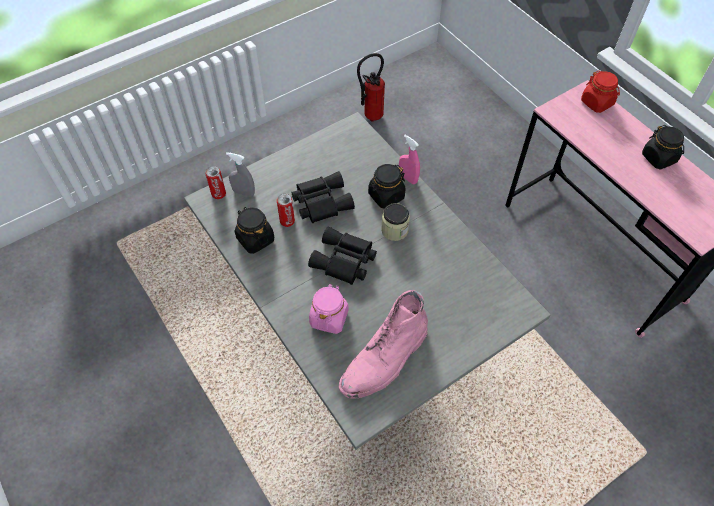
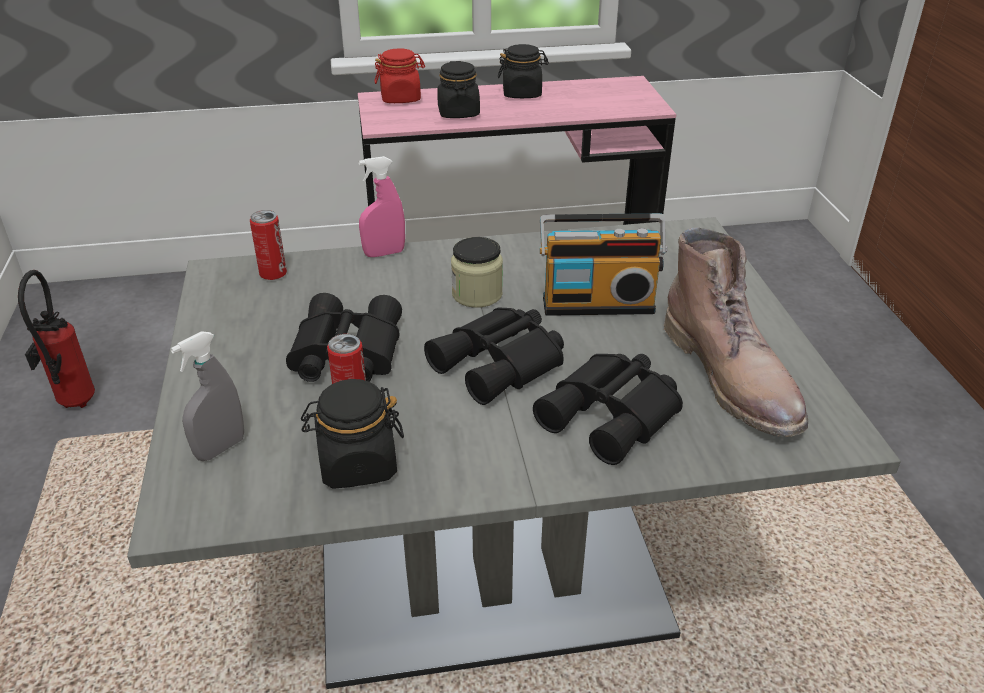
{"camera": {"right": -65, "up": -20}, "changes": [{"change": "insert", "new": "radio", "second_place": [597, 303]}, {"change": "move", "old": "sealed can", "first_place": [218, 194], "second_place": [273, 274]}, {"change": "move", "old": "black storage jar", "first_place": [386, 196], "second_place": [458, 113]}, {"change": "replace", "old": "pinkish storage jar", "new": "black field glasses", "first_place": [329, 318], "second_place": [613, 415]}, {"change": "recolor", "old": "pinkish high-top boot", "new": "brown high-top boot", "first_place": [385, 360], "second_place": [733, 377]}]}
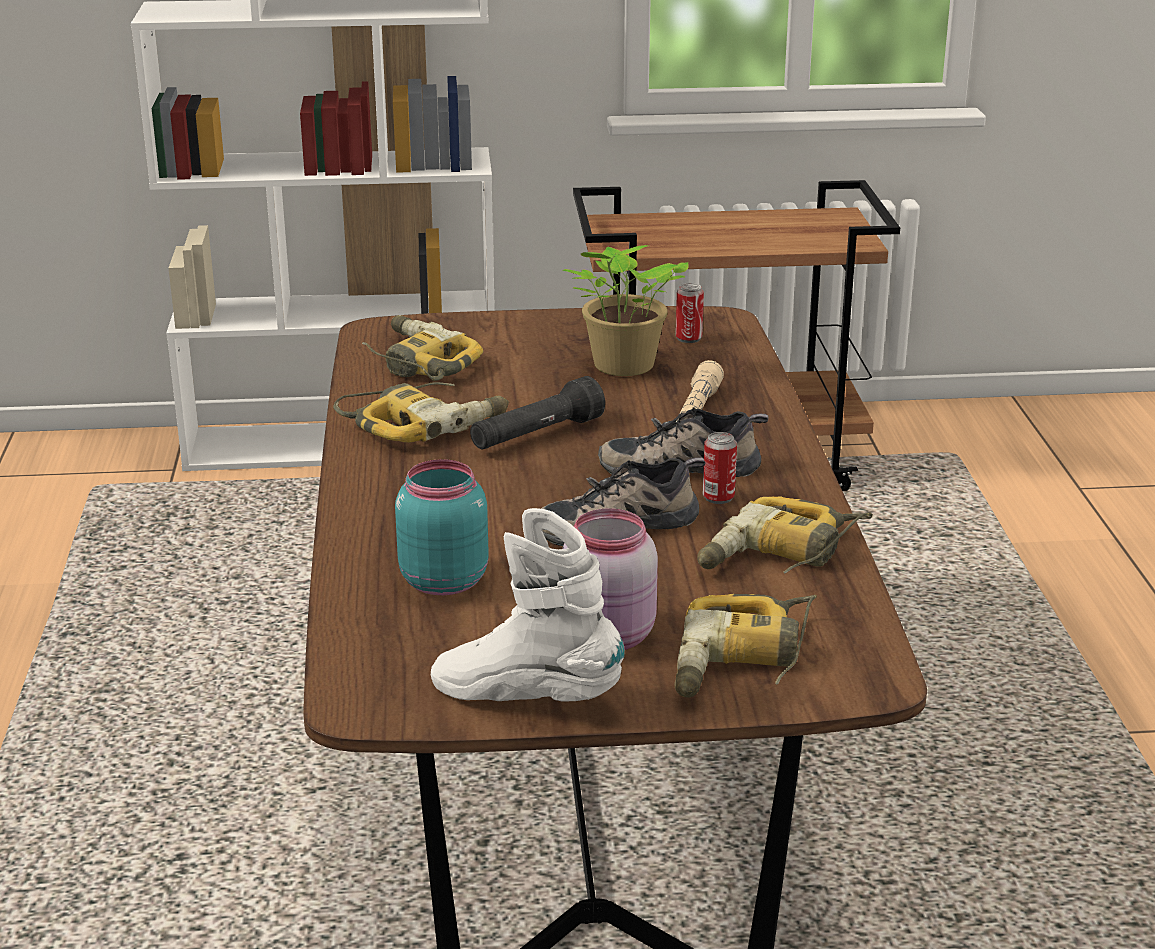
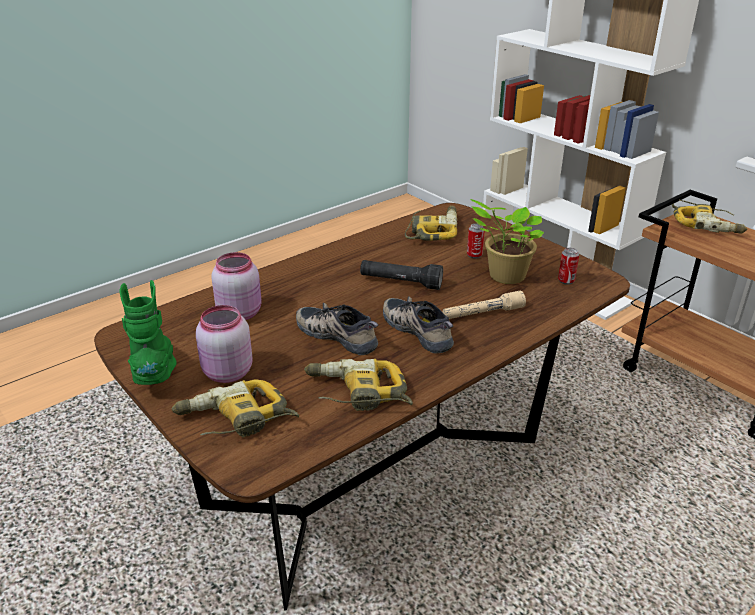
{"camera": {"right": 55, "up": 5}, "changes": [{"change": "move", "old": "electric drill", "first_place": [424, 424], "second_place": [706, 224]}, {"change": "move", "old": "sealed can", "first_place": [718, 497], "second_place": [474, 255]}, {"change": "recolor", "old": "turquoise storage jar", "new": "pinkish storage jar", "first_place": [442, 580], "second_place": [240, 313]}, {"change": "recolor", "old": "white-coloured high-top boot", "new": "greenish high-top boot", "first_place": [527, 697], "second_place": [156, 372]}]}
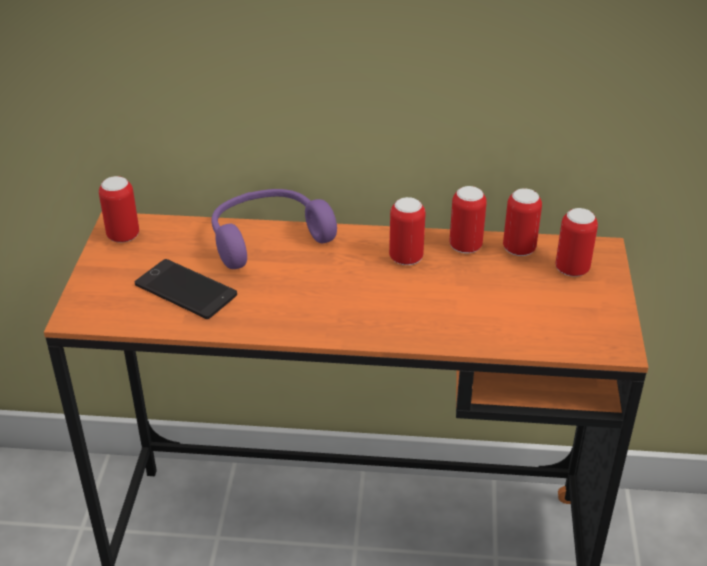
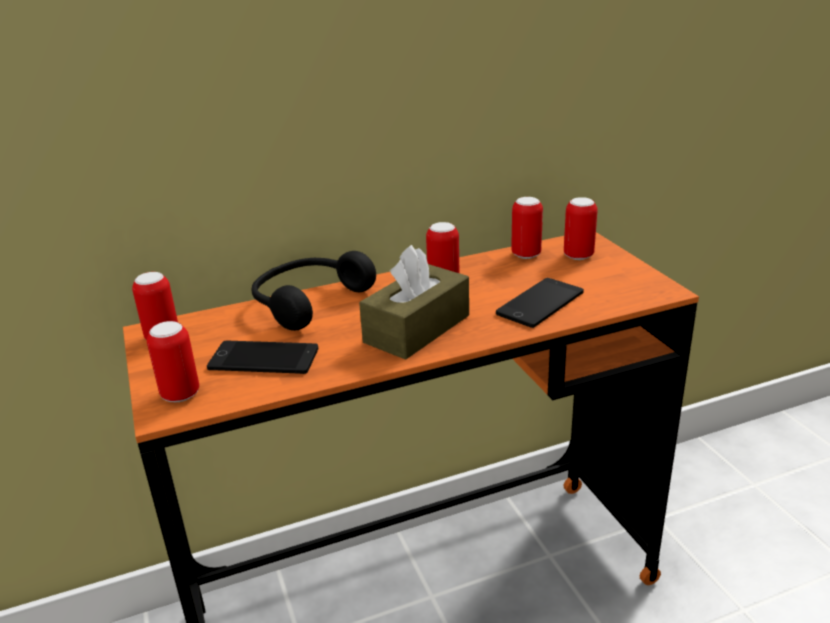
{"camera": {"right": -25, "up": -10}, "changes": [{"change": "insert", "new": "brown box of tissues", "second_place": [417, 329]}, {"change": "insert", "new": "phone", "second_place": [540, 303]}, {"change": "move", "old": "sealed can", "first_place": [465, 246], "second_place": [180, 394]}, {"change": "recolor", "old": "purple-coloured pair of headphones", "new": "black pair of headphones", "first_place": [267, 237], "second_place": [308, 302]}]}
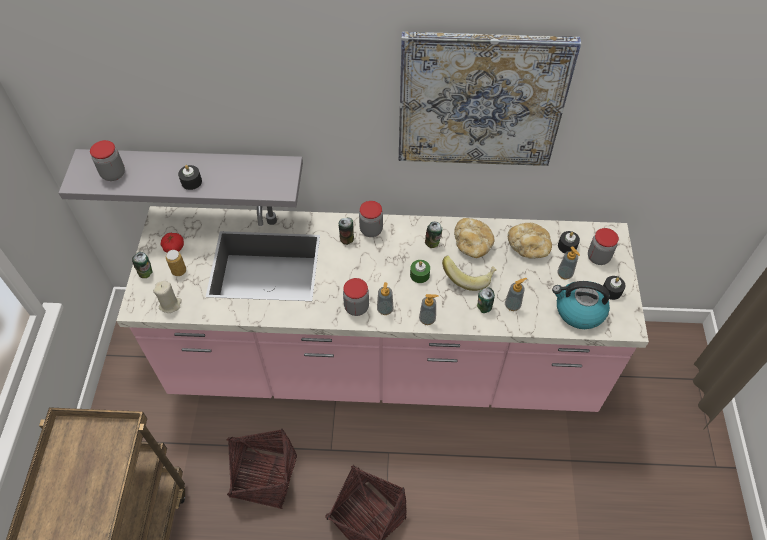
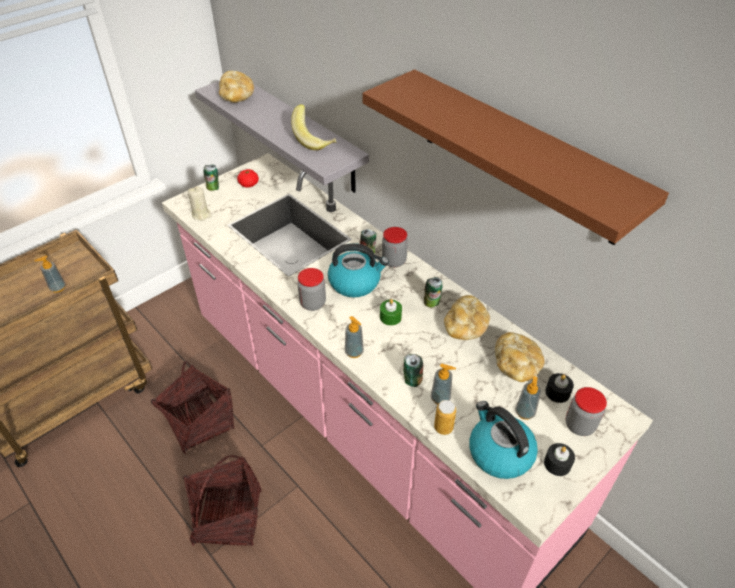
{"camera": {"right": 45, "up": -10}, "changes": [{"change": "delete", "old": "black candle", "first_place": [191, 182]}, {"change": "insert", "new": "water kettle", "second_place": [355, 282]}, {"change": "move", "old": "sealed can", "first_place": [179, 271], "second_place": [443, 427]}, {"change": "move", "old": "soap dispenser", "first_place": [385, 309], "second_place": [58, 288]}, {"change": "move", "old": "whole banana", "first_place": [468, 277], "second_place": [315, 140]}, {"change": "replace", "old": "storage jar", "new": "baked bread", "first_place": [113, 174], "second_place": [237, 97]}, {"change": "replace", "old": "wall art", "new": "brown bracket shelf", "first_place": [481, 101], "second_place": [519, 156]}]}
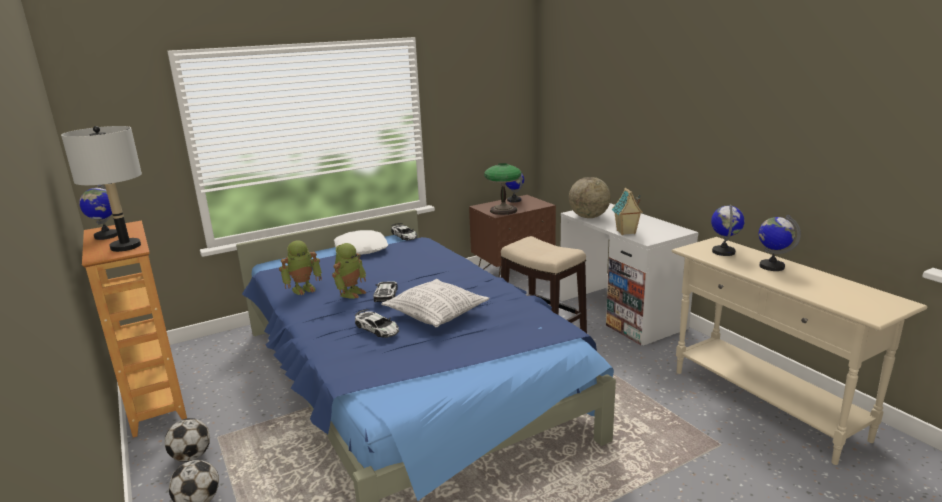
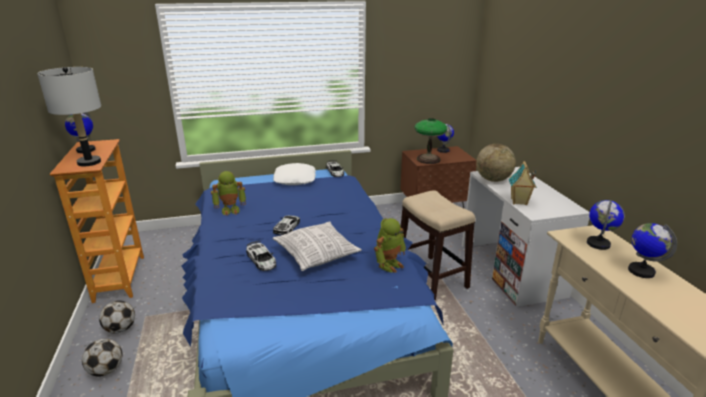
{"camera": {"right": 15, "up": 5}, "changes": [{"change": "move", "old": "robot figure", "first_place": [351, 293], "second_place": [389, 264]}]}
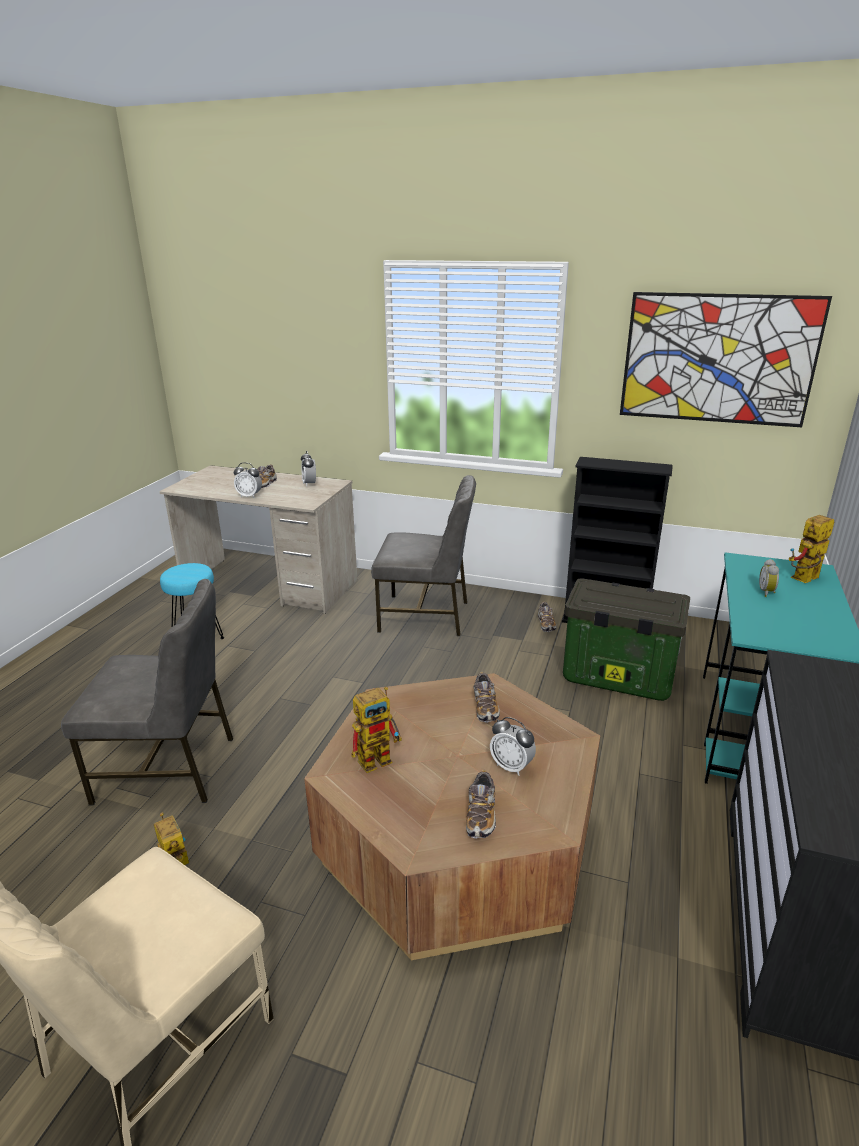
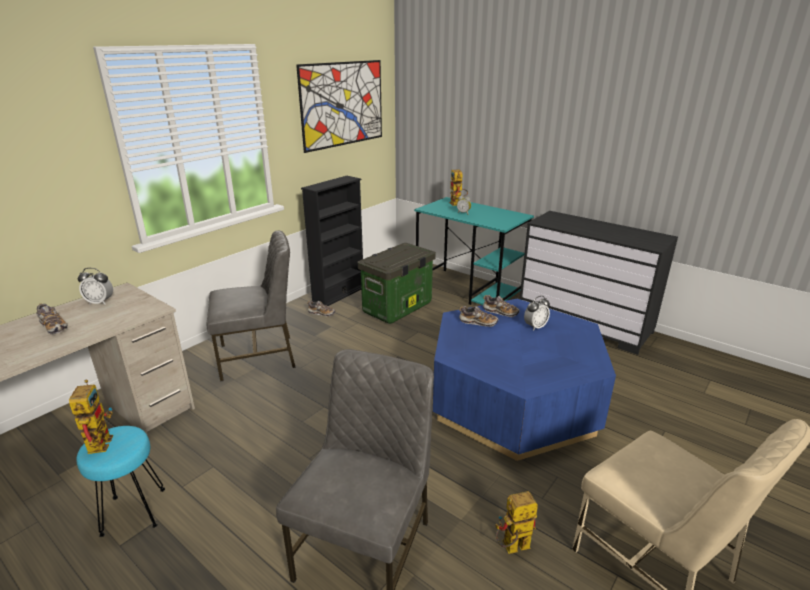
{"camera": {"right": -70, "up": 0}, "changes": [{"change": "delete", "old": "bedside clock", "first_place": [249, 496]}, {"change": "move", "old": "robot figure", "first_place": [380, 757], "second_place": [99, 440]}, {"change": "move", "old": "item of footwear", "first_place": [481, 815], "second_place": [500, 312]}, {"change": "recolor", "old": "brown lounge table", "new": "blue-coloured lounge table", "first_place": [457, 843], "second_place": [513, 400]}, {"change": "rotate", "old": "greyish chair", "first_place": [426, 616], "second_place": [259, 357], "degrees": 45}]}
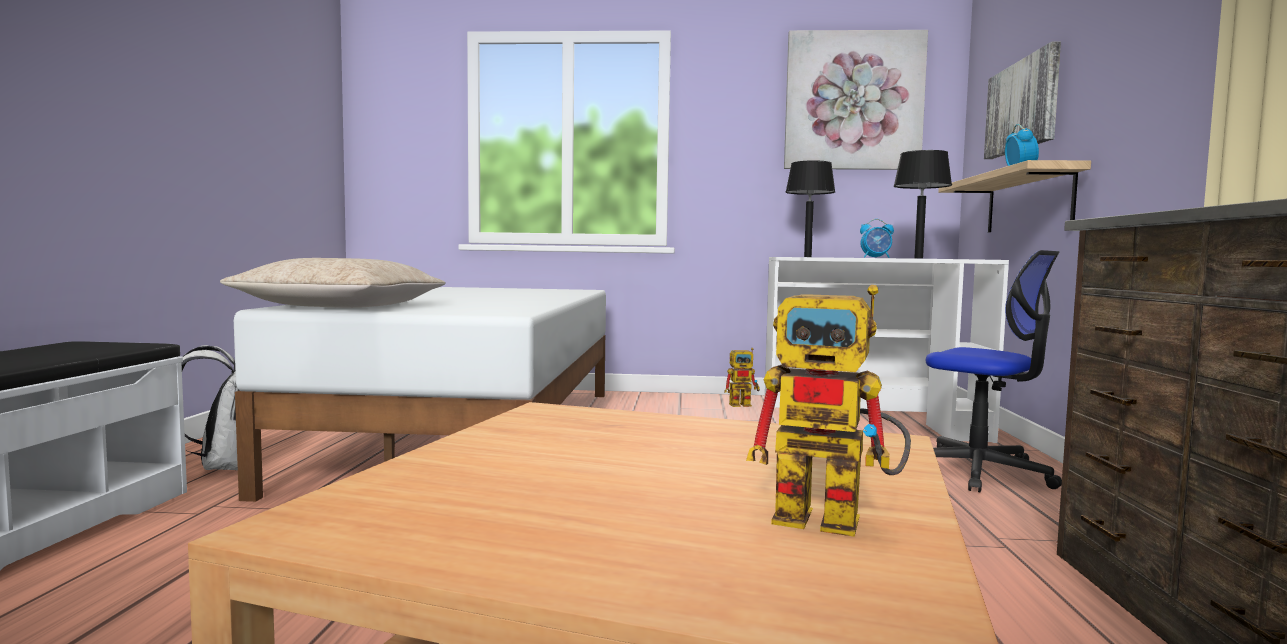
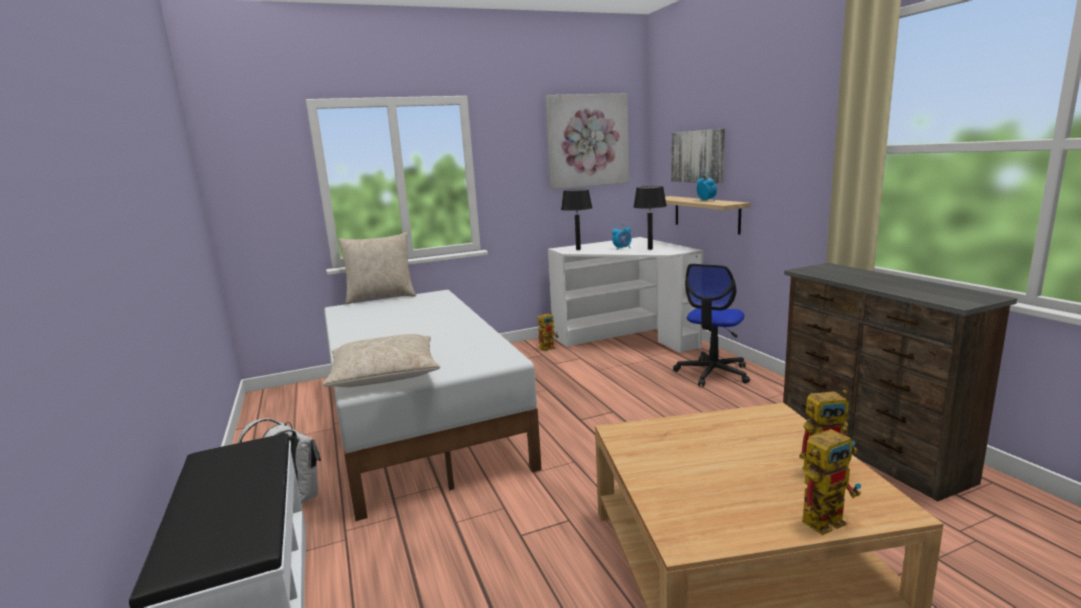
{"camera": {"right": -25, "up": 10}, "changes": [{"change": "insert", "new": "beige-coloured pillow", "second_place": [381, 298]}, {"change": "insert", "new": "robot figure", "second_place": [826, 517]}, {"change": "rotate", "old": "desk chair", "first_place": [980, 472], "second_place": [712, 373], "degrees": 105}]}
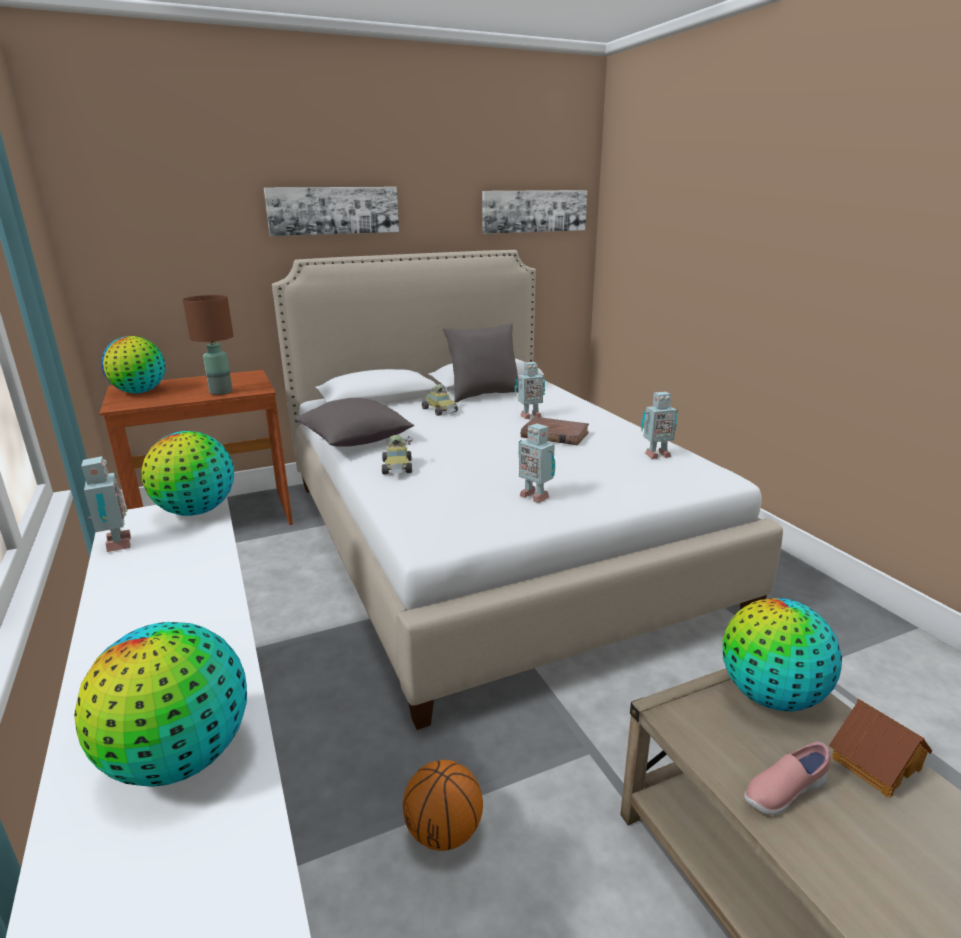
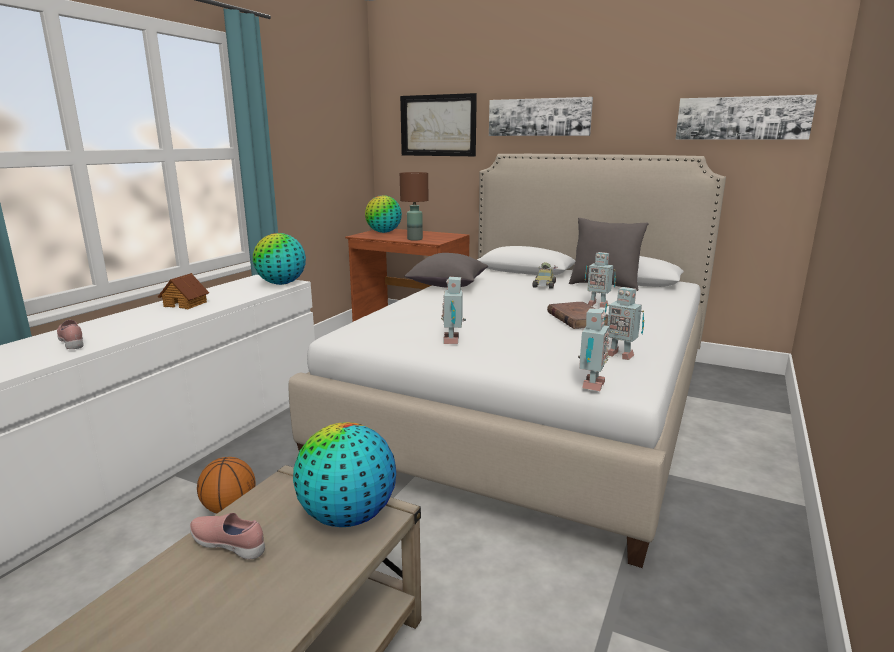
{"camera": {"right": 50, "up": -5}, "changes": [{"change": "delete", "old": "toy car", "first_place": [398, 467]}, {"change": "insert", "new": "wall art", "second_place": [438, 125]}, {"change": "move", "old": "robot figure", "first_place": [115, 545], "second_place": [590, 385]}, {"change": "move", "old": "model house", "first_place": [874, 762], "second_place": [186, 304]}, {"change": "replace", "old": "desk globe", "new": "pinkish item of footwear", "first_place": [180, 759], "second_place": [72, 343]}]}
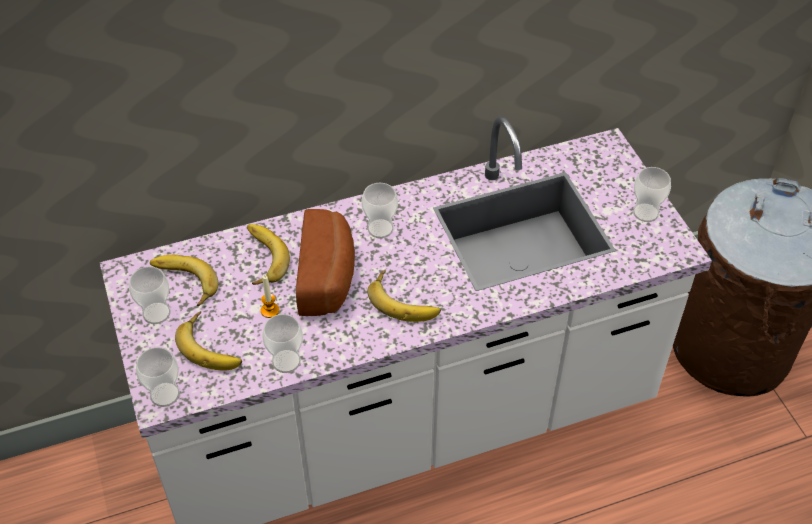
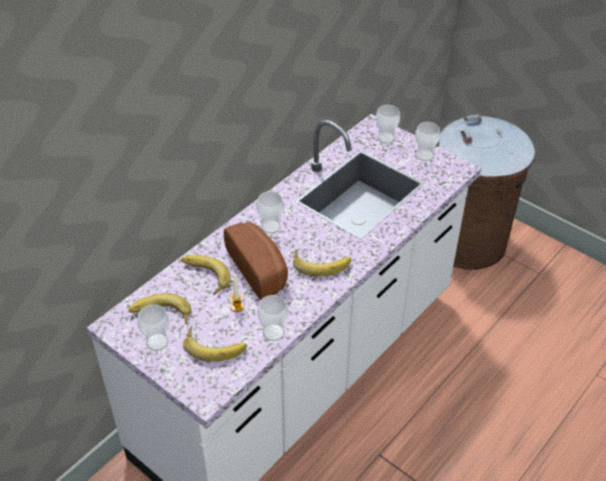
{"camera": {"right": -30, "up": -5}, "changes": [{"change": "move", "old": "small cup", "first_place": [164, 394], "second_place": [386, 138]}]}
